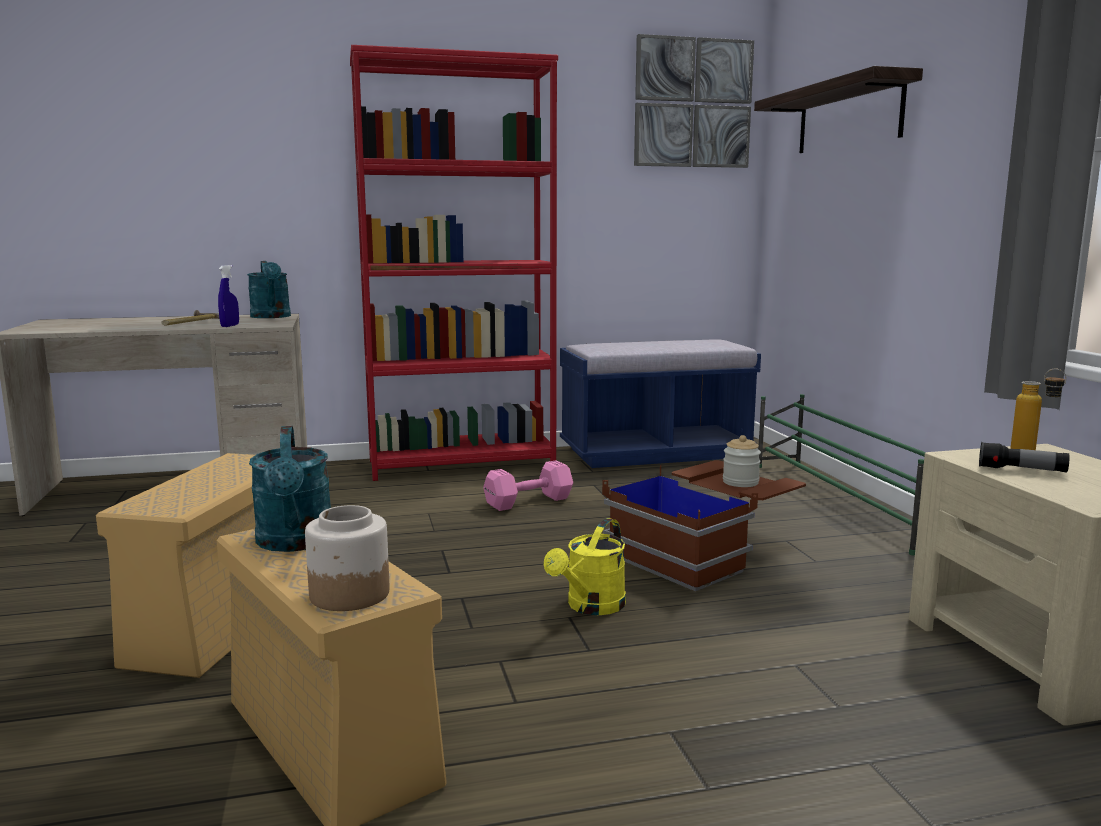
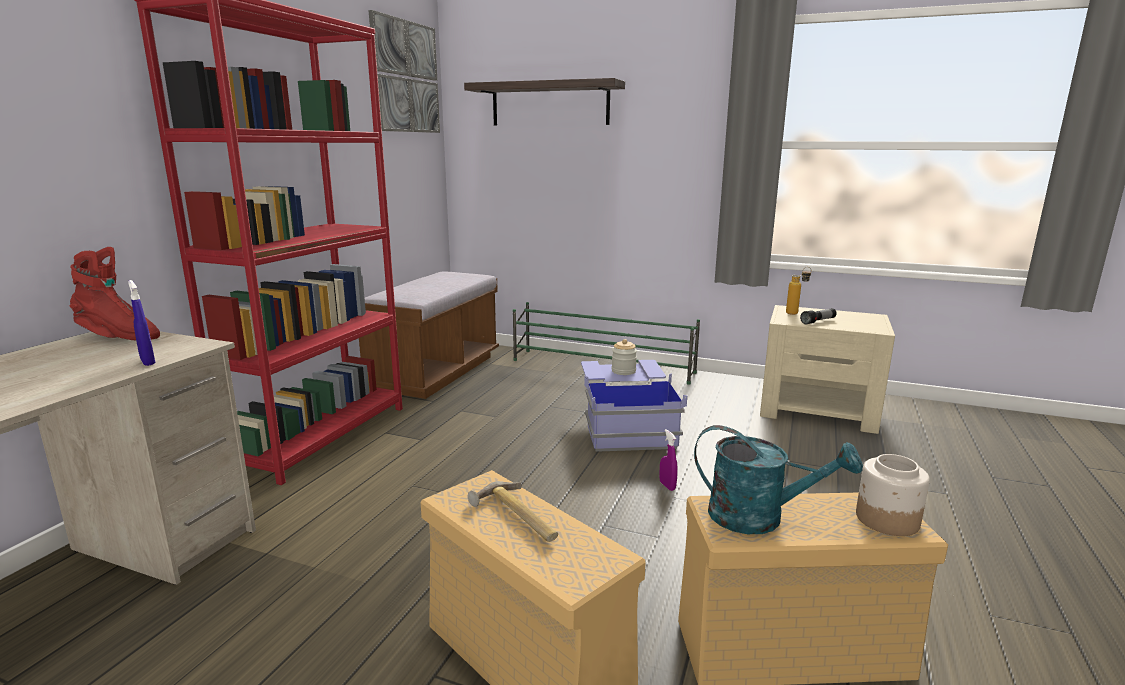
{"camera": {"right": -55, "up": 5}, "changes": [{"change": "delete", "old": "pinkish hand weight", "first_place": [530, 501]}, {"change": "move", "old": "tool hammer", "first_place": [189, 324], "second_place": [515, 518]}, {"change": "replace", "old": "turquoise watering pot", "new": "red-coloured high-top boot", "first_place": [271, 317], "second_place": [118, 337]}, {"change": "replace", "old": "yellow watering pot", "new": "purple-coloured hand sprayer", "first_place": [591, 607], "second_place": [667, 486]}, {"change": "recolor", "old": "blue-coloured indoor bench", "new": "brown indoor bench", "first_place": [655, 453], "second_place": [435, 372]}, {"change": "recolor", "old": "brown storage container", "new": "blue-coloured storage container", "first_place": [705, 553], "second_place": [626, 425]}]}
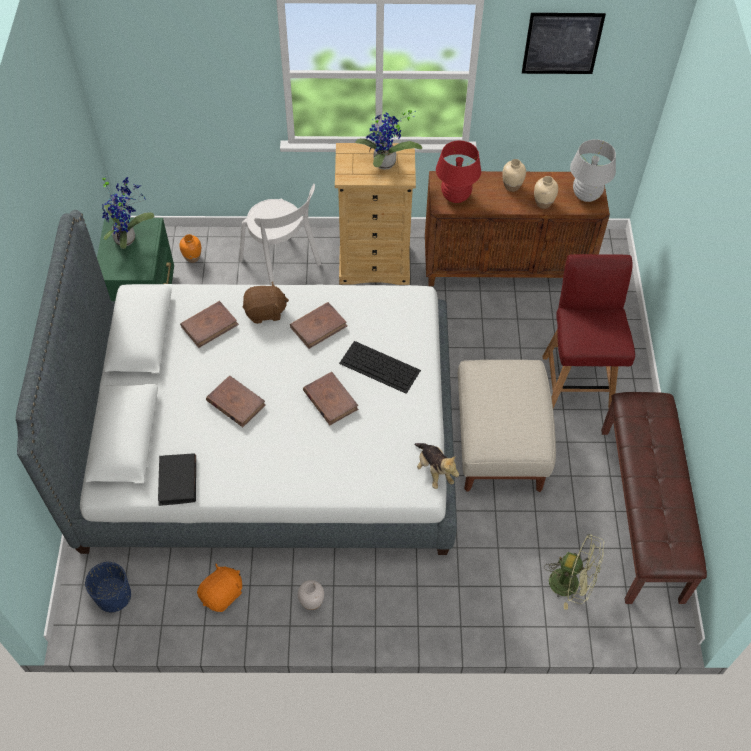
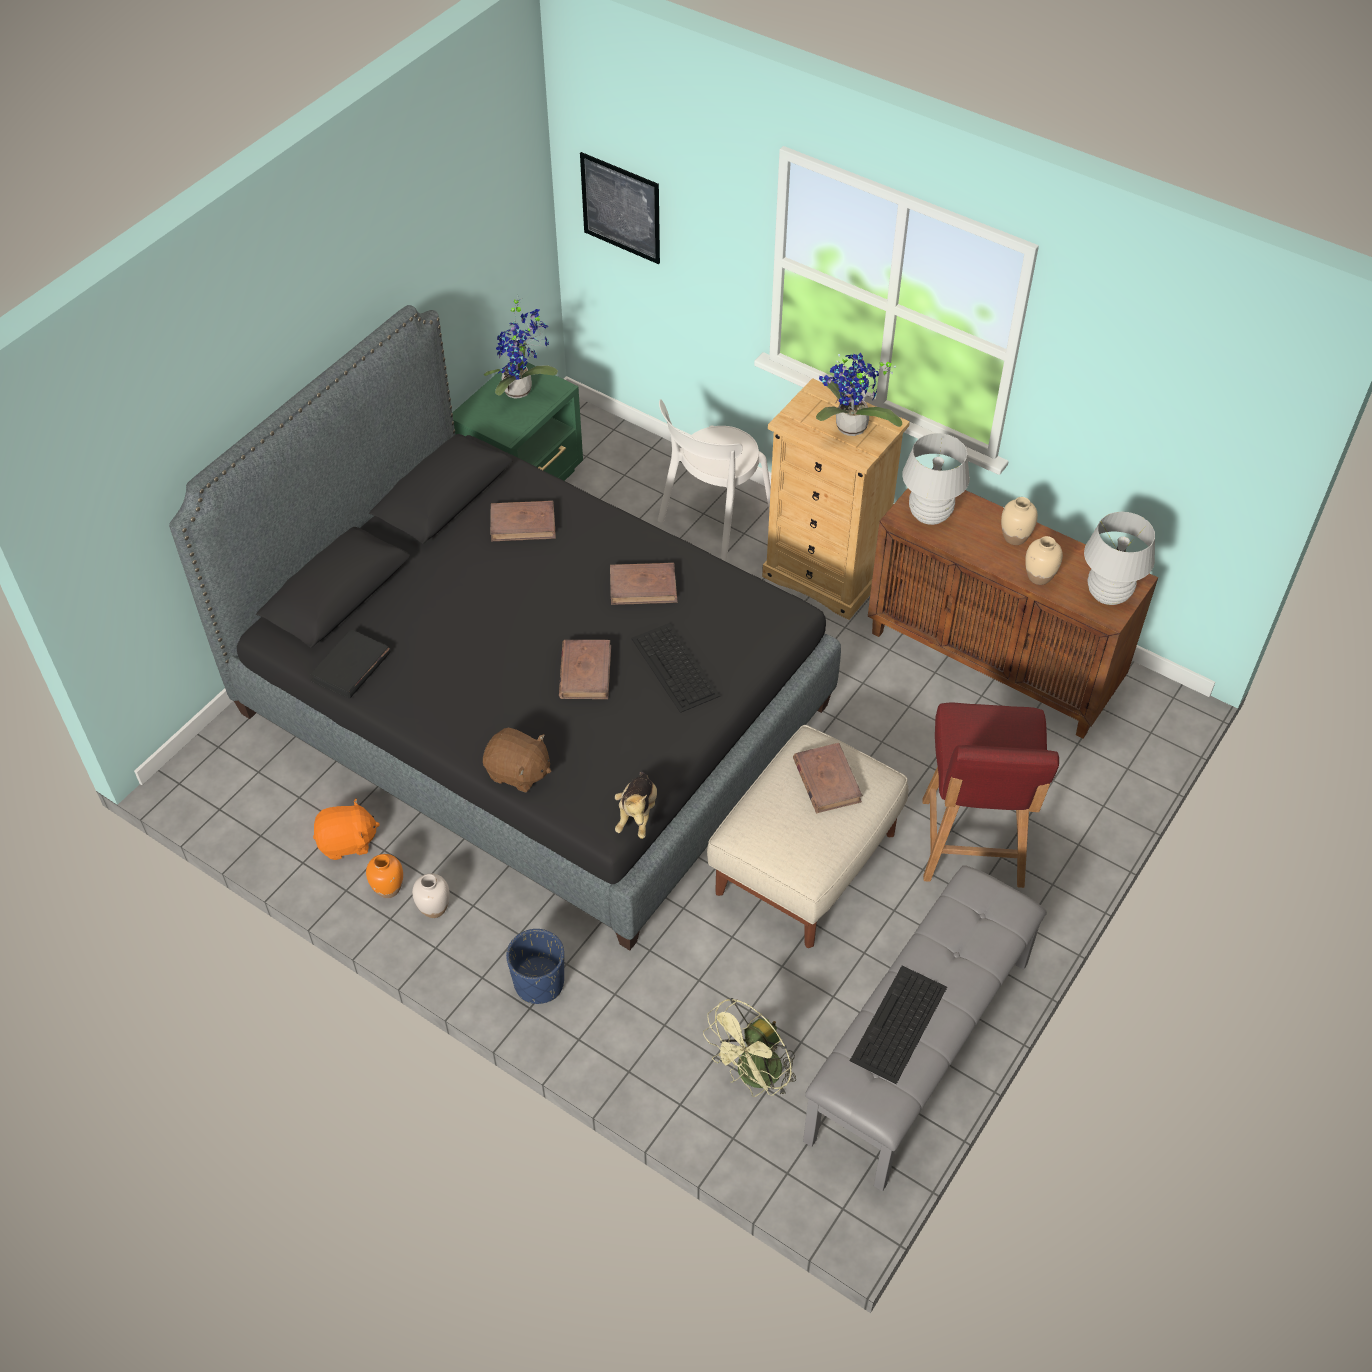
{"camera": {"right": 35, "up": -5}, "changes": [{"change": "insert", "new": "PC keyboard", "second_place": [899, 1025]}, {"change": "move", "old": "blue-coloured plant pot", "first_place": [113, 596], "second_place": [539, 983]}, {"change": "move", "old": "orange flower vase", "first_place": [192, 257], "second_place": [388, 889]}, {"change": "move", "old": "brown book", "first_place": [236, 403], "second_place": [826, 780]}, {"change": "move", "old": "brown plush toy", "first_place": [265, 312], "second_place": [518, 772]}, {"change": "move", "old": "wall art", "first_place": [562, 43], "second_place": [621, 208]}, {"change": "recolor", "old": "white-coloured bedroom bed", "new": "black bedroom bed", "first_place": [268, 442], "second_place": [532, 709]}, {"change": "recolor", "old": "red-coloured tabletop lamp", "new": "white-coloured tabletop lamp", "first_place": [455, 196], "second_place": [929, 515]}, {"change": "recolor", "old": "brown indoor bench", "new": "greyish indoor bench", "first_place": [642, 513], "second_place": [920, 1051]}, {"change": "rotate", "old": "white-coloured chair", "first_place": [282, 264], "second_place": [712, 520], "degrees": 45}, {"change": "rotate", "old": "red-coloured chair", "first_place": [577, 380], "second_place": [972, 845], "degrees": 150}, {"change": "rotate", "old": "greenish electric fan", "first_place": [571, 584], "second_place": [753, 1076], "degrees": 75}]}
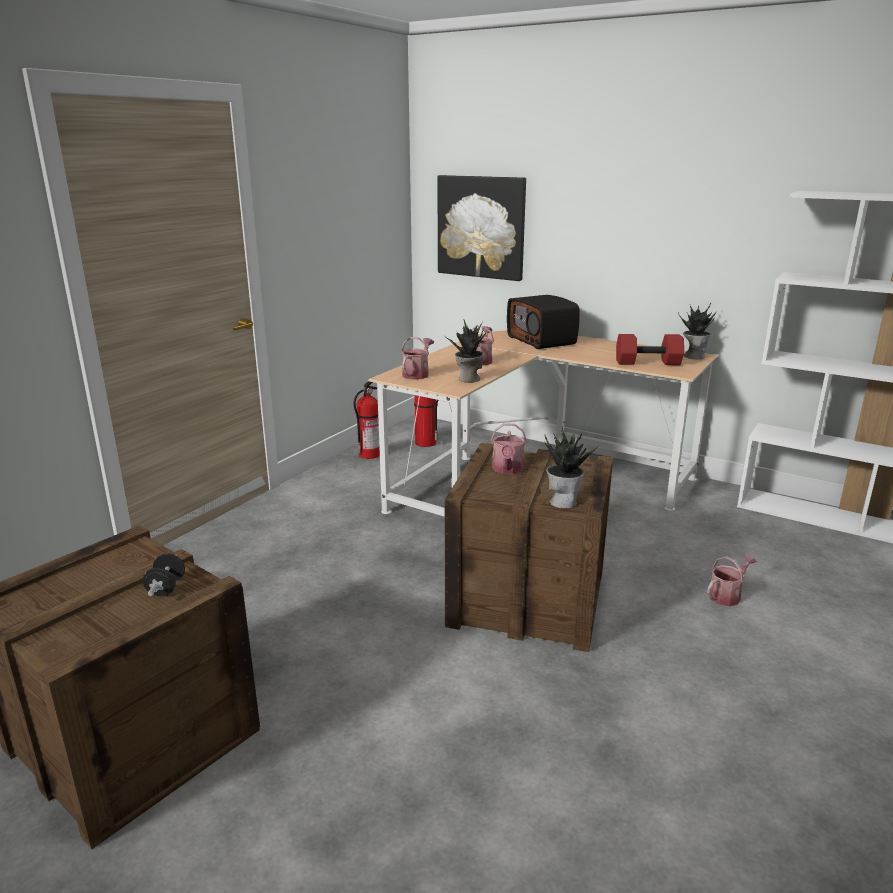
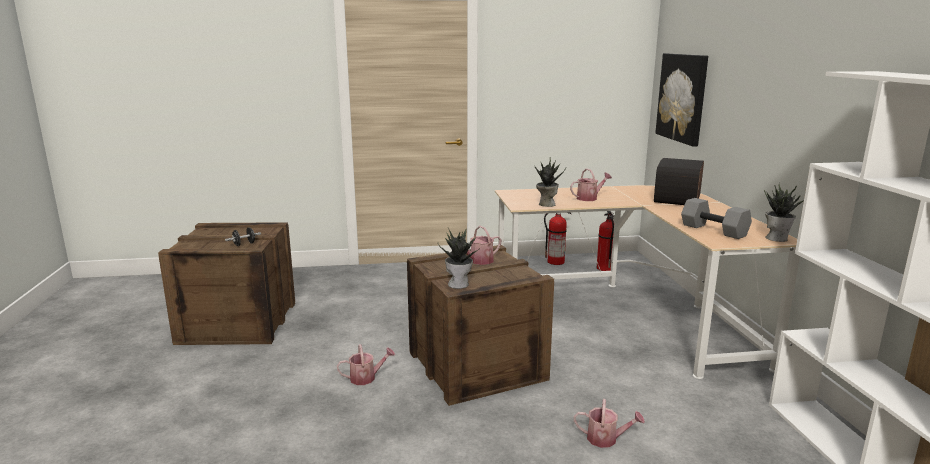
{"camera": {"right": 50, "up": -5}, "changes": [{"change": "move", "old": "watering pot", "first_place": [417, 374], "second_place": [366, 378]}, {"change": "recolor", "old": "red-coloured hand weight", "new": "greyish hand weight", "first_place": [648, 362], "second_place": [715, 230]}]}
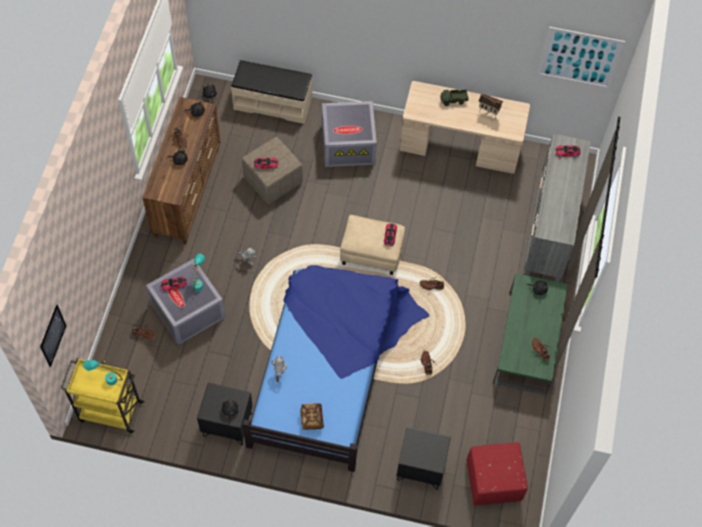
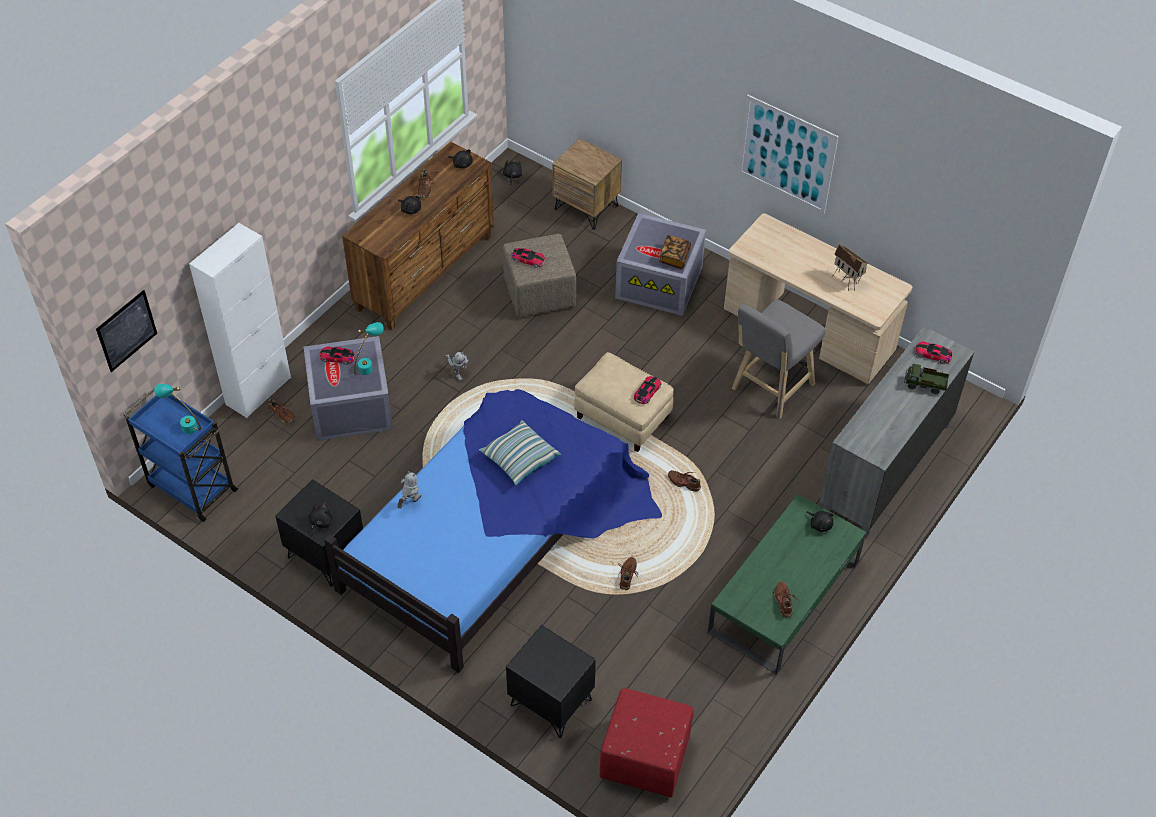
{"camera": {"right": 25, "up": -10}, "changes": [{"change": "insert", "new": "white-coloured storage cabinet", "second_place": [258, 391]}, {"change": "insert", "new": "pillow", "second_place": [519, 459]}, {"change": "insert", "new": "greyish stool seat", "second_place": [770, 389]}, {"change": "move", "old": "book", "first_place": [312, 419], "second_place": [674, 257]}, {"change": "move", "old": "model truck", "first_place": [453, 101], "second_place": [925, 385]}, {"change": "move", "old": "wall art", "first_place": [579, 58], "second_place": [786, 154]}, {"change": "replace", "old": "beige-coloured indoor bench", "new": "brown nightstand", "first_place": [273, 103], "second_place": [586, 207]}, {"change": "recolor", "old": "yellow wheeled cart", "new": "blue-coloured wheeled cart", "first_place": [109, 411], "second_place": [191, 487]}]}
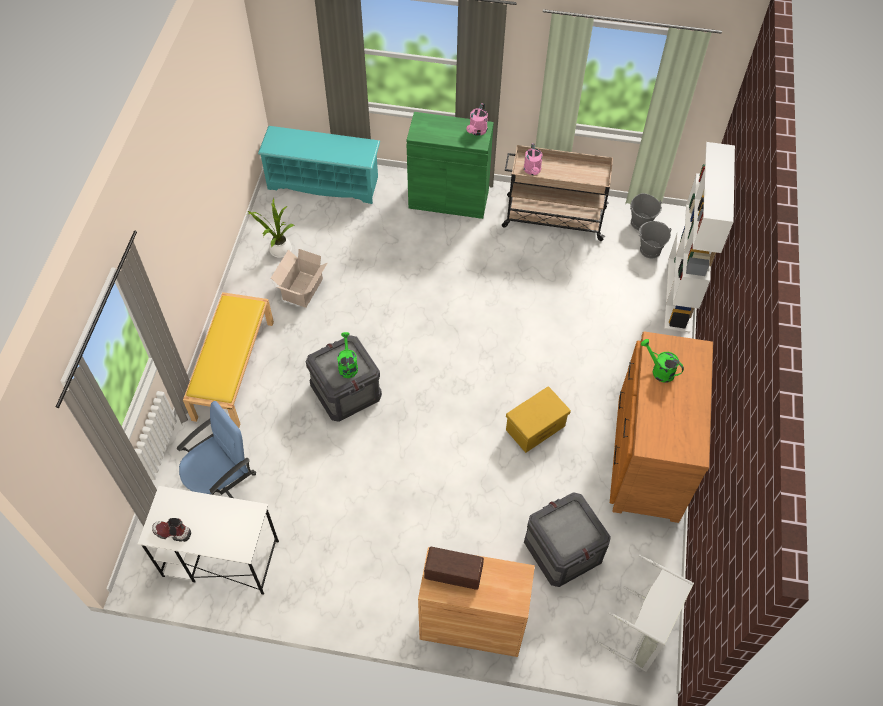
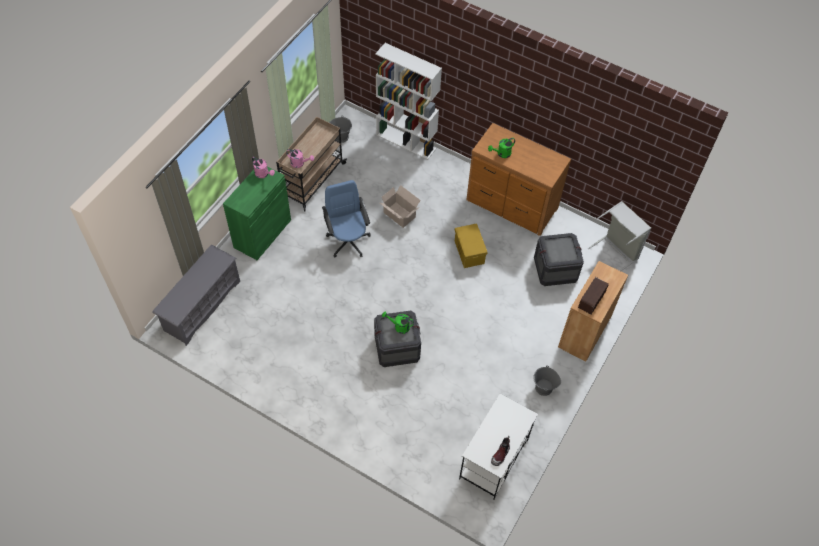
{"camera": {"right": -70, "up": 0}, "changes": [{"change": "delete", "old": "yellow indoor bench", "first_place": [233, 369]}, {"change": "delete", "old": "houseplant", "first_place": [278, 250]}, {"change": "move", "old": "blue-coloured desk chair", "first_place": [222, 485], "second_place": [348, 241]}, {"change": "move", "old": "packing box", "first_place": [302, 290], "second_place": [400, 215]}, {"change": "move", "old": "greyish pail", "first_place": [650, 250], "second_place": [543, 388]}, {"change": "recolor", "old": "turquoise shoe stand", "new": "greyish shoe stand", "first_place": [324, 183], "second_place": [202, 306]}]}
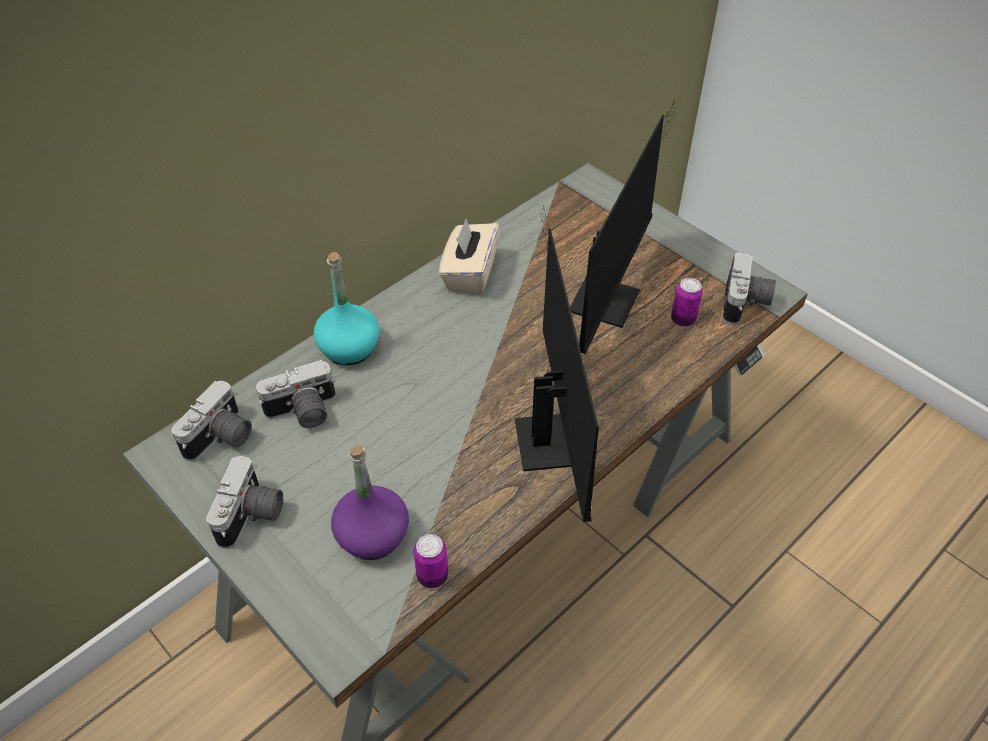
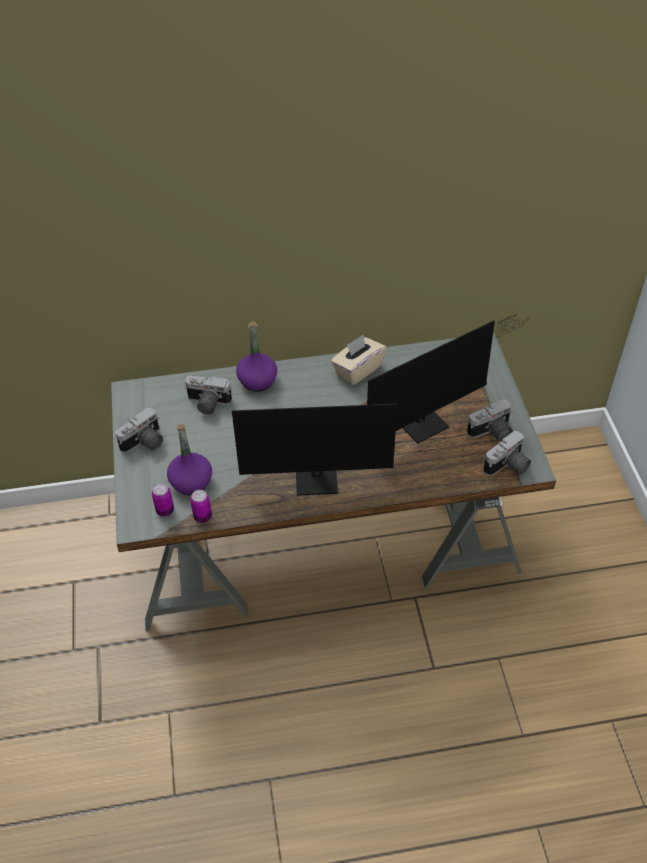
{"camera": {"right": 35, "up": 0}, "changes": [{"change": "move", "old": "still camera", "first_place": [221, 439], "second_place": [492, 433]}, {"change": "move", "old": "sealed can", "first_place": [683, 319], "second_place": [165, 510]}, {"change": "recolor", "old": "turquoise bottle", "new": "purple-coloured bottle", "first_place": [349, 348], "second_place": [257, 381]}, {"change": "rotate", "old": "computer display", "first_place": [552, 431], "second_place": [324, 479], "degrees": 60}]}
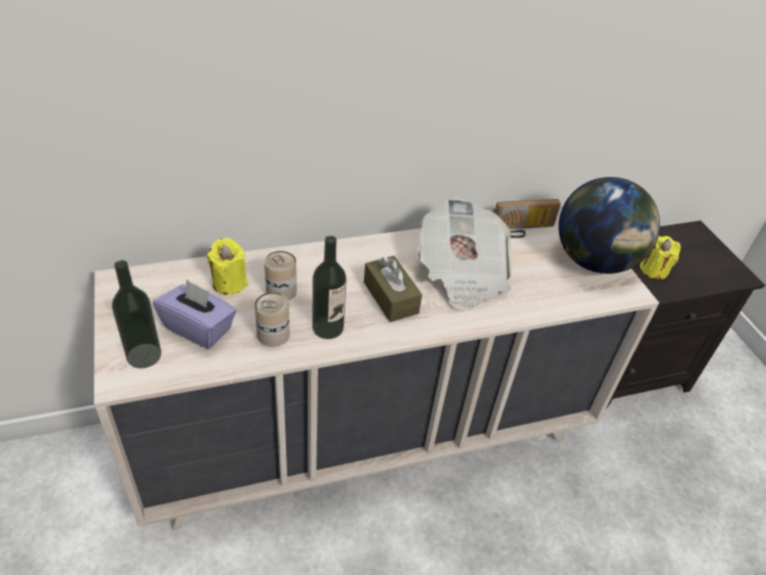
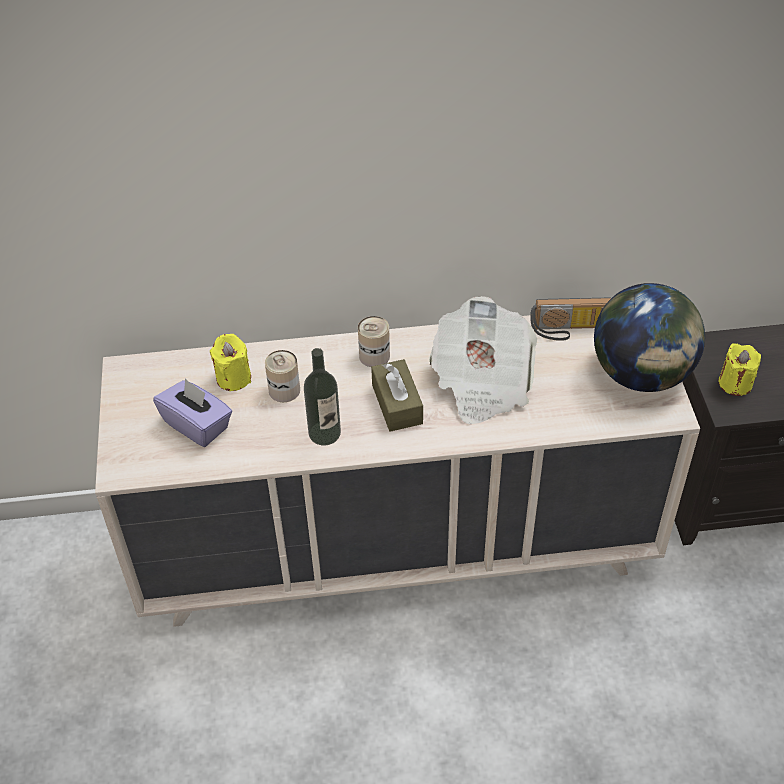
{"camera": {"right": 15, "up": 5}, "changes": [{"change": "delete", "old": "bottle", "first_place": [144, 355]}, {"change": "move", "old": "sealed can", "first_place": [273, 334], "second_place": [374, 356]}]}
